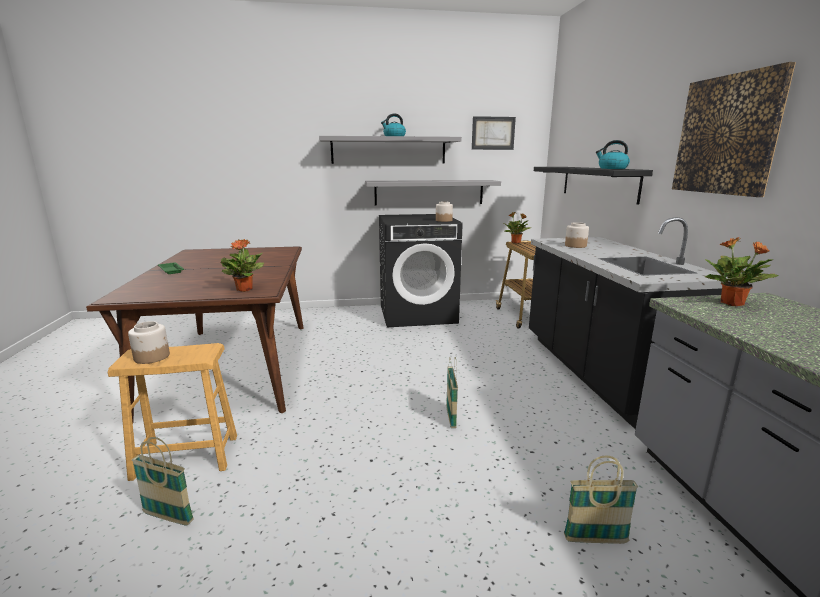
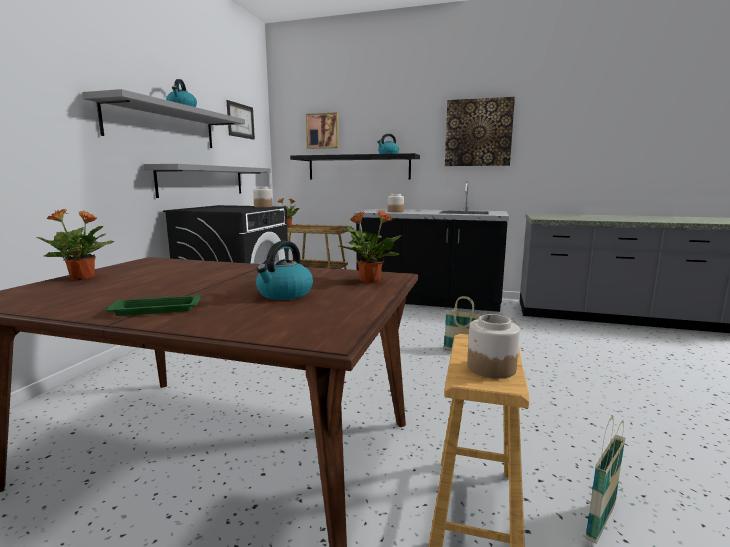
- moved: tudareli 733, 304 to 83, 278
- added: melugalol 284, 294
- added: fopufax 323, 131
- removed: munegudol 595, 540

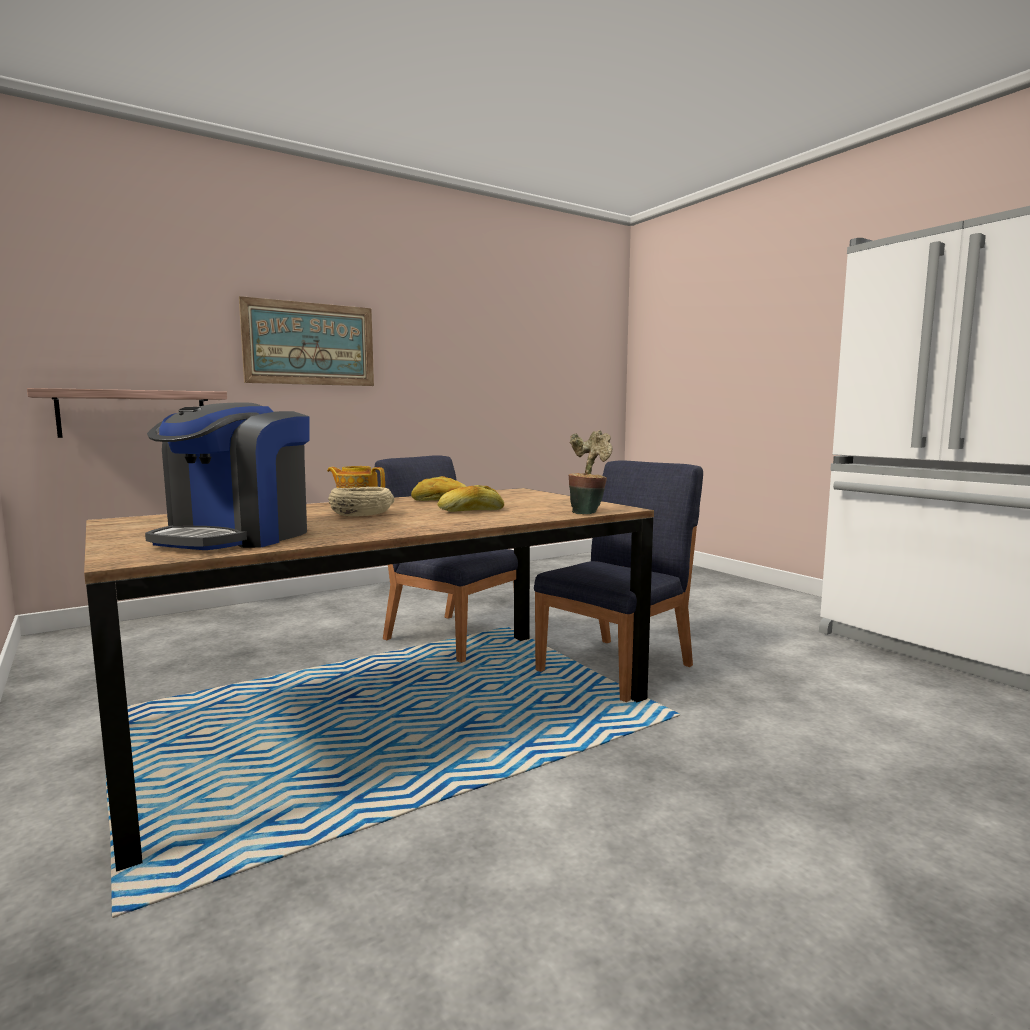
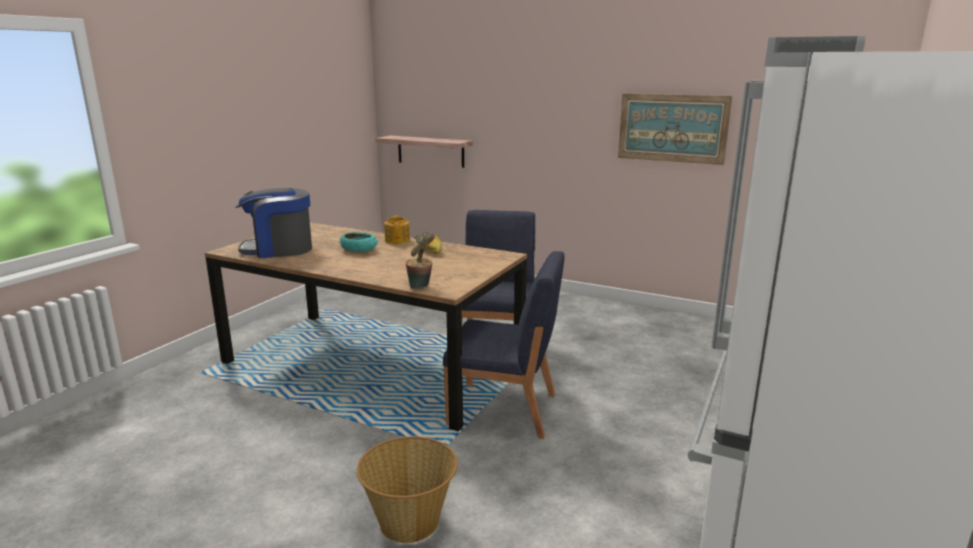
- recoloured: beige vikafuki 361, 514 to turquoise vikafuki 359, 249
- added: munegudol 410, 522
- moved: fopufax 310, 344 to 672, 128
- removed: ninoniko 471, 511

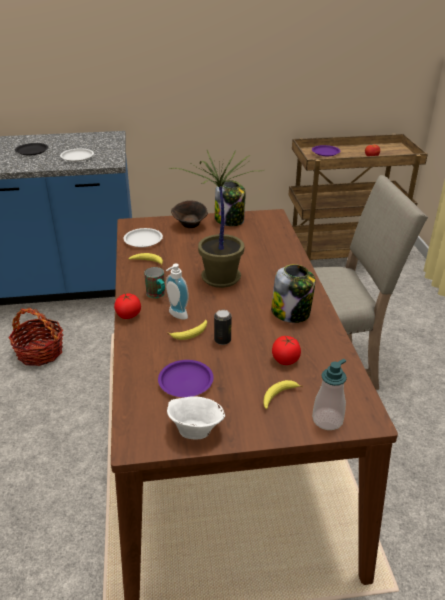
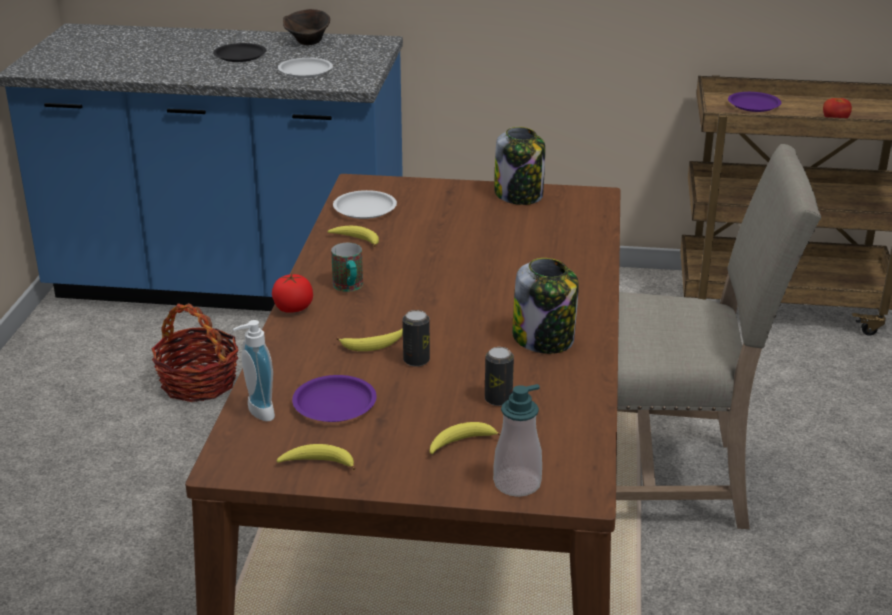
- moved: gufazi 176, 315 to 256, 413
- replaced: white vikafuki 195, 430 to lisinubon 318, 463
- moved: brown vikafuki 190, 225 to 308, 43
- replaced: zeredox 285, 359 to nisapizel 498, 399
- removed: tudareli 219, 278

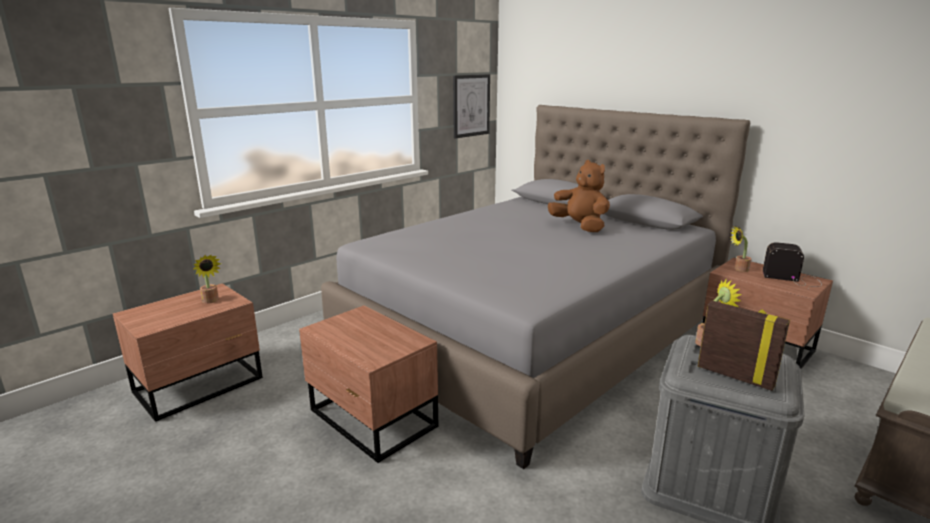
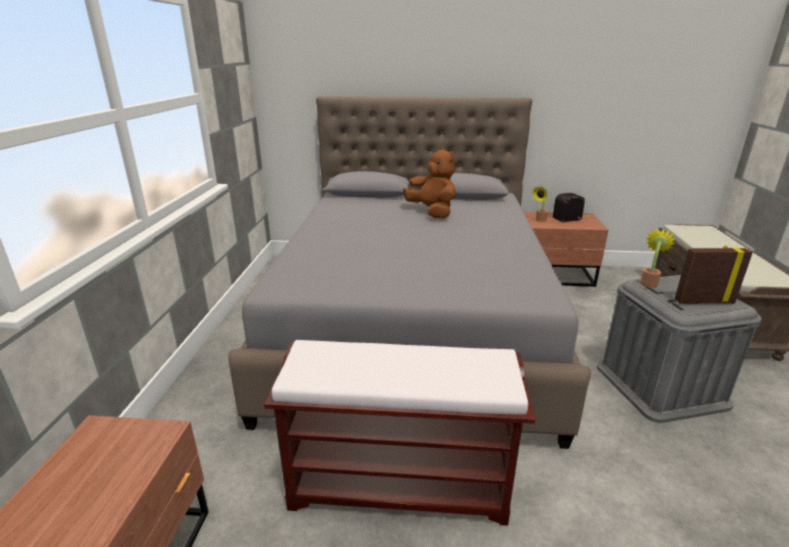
- replaced: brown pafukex 372, 420 to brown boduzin 401, 483
- turned: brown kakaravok 580, 227 = 432, 212 45 degrees clockwise
- removed: tudareli 211, 301
- removed: fopufax 471, 105

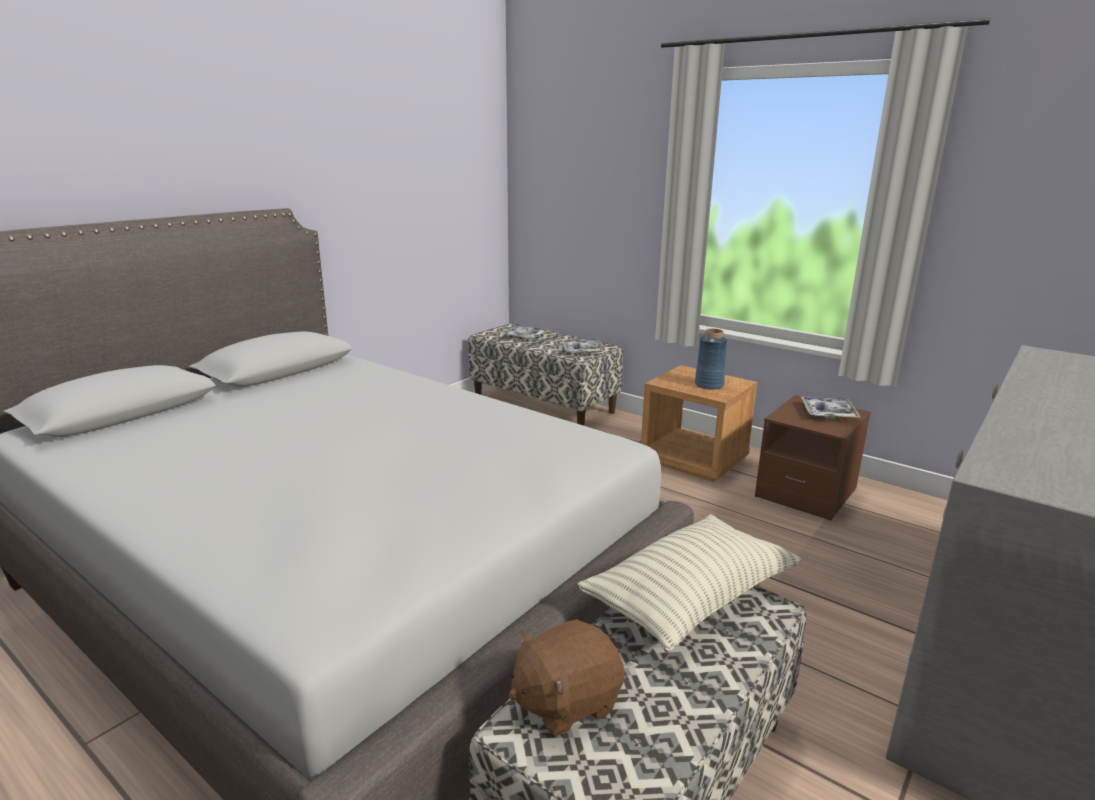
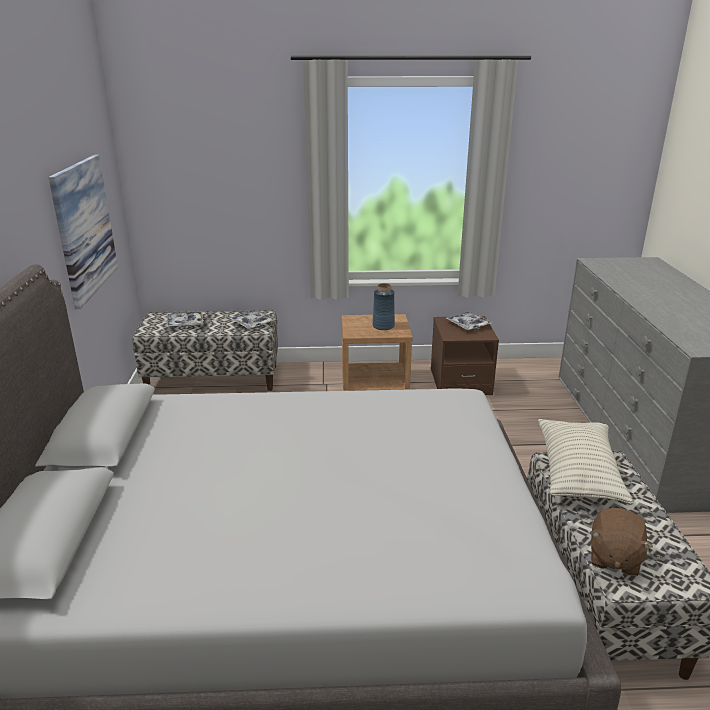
- added: fopufax 84, 228

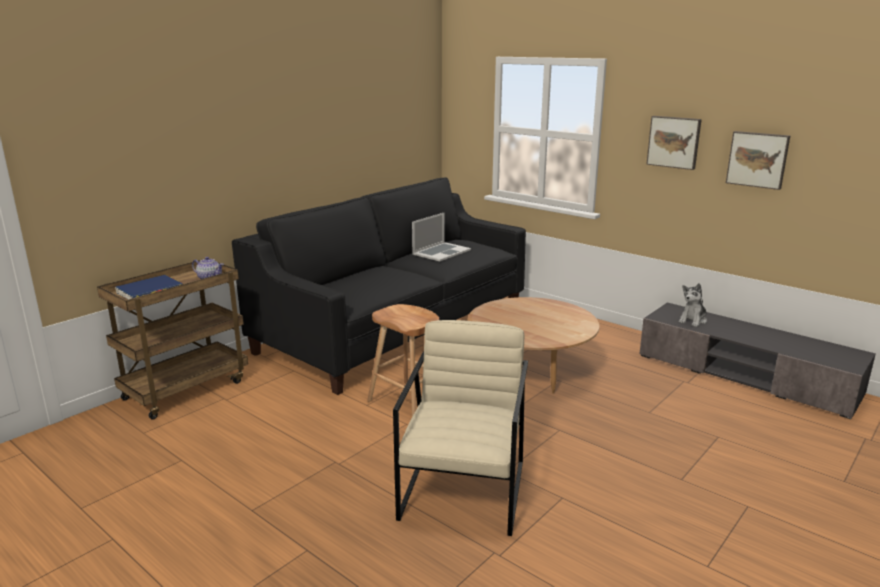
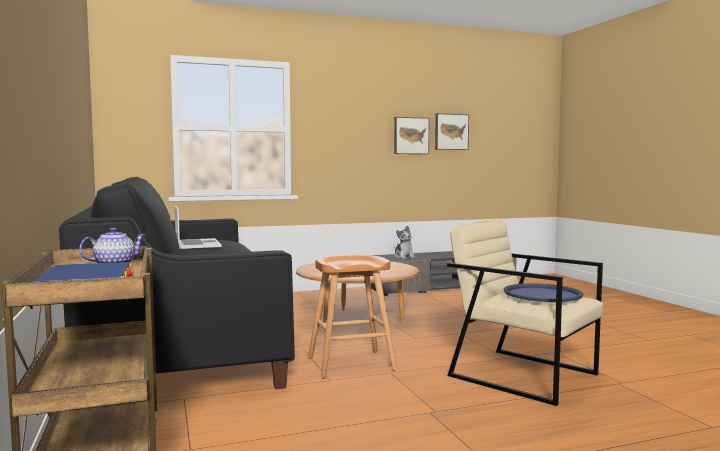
- moved: fopufax 674, 142 to 451, 132
- added: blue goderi 542, 294

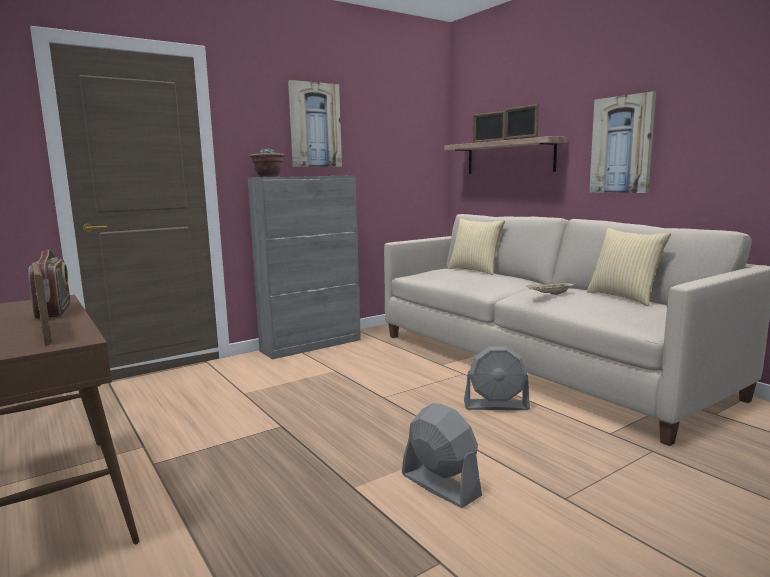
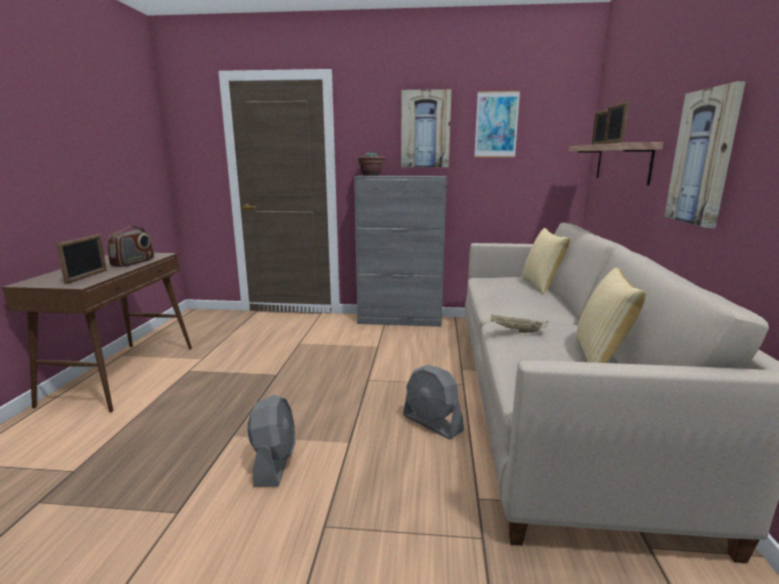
- added: fopufax 496, 124

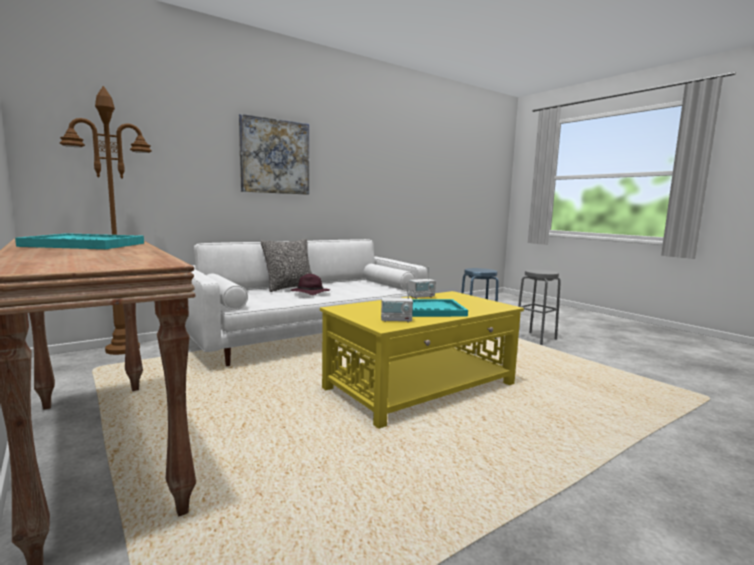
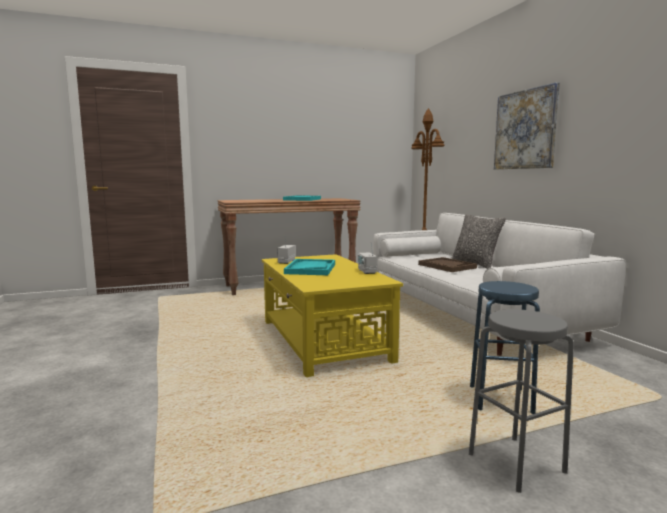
- replaced: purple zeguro 309, 293 to brown goderi 446, 266

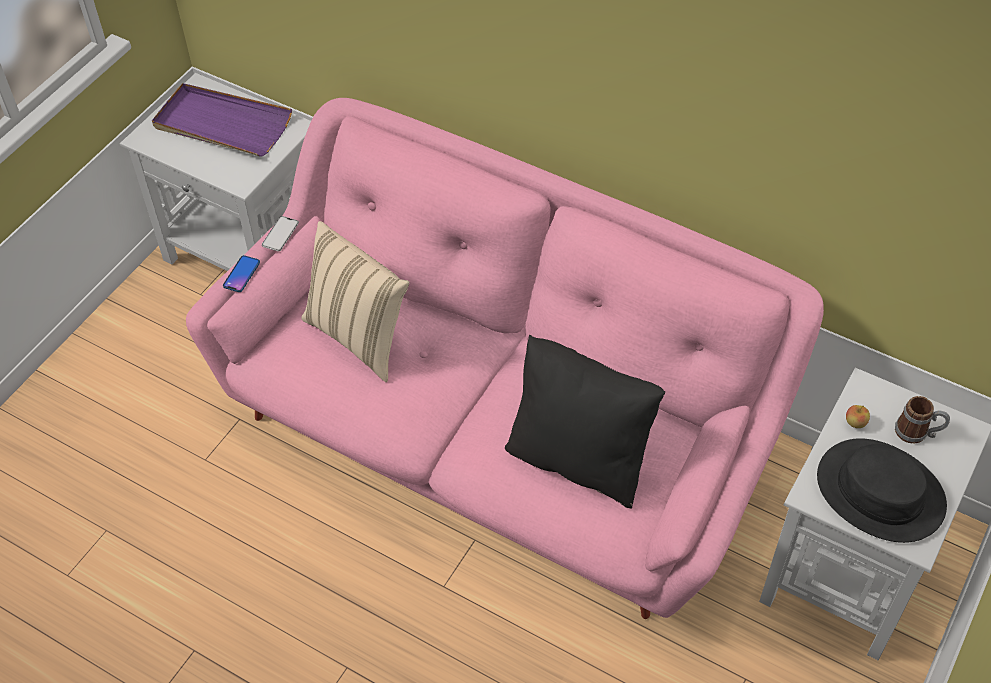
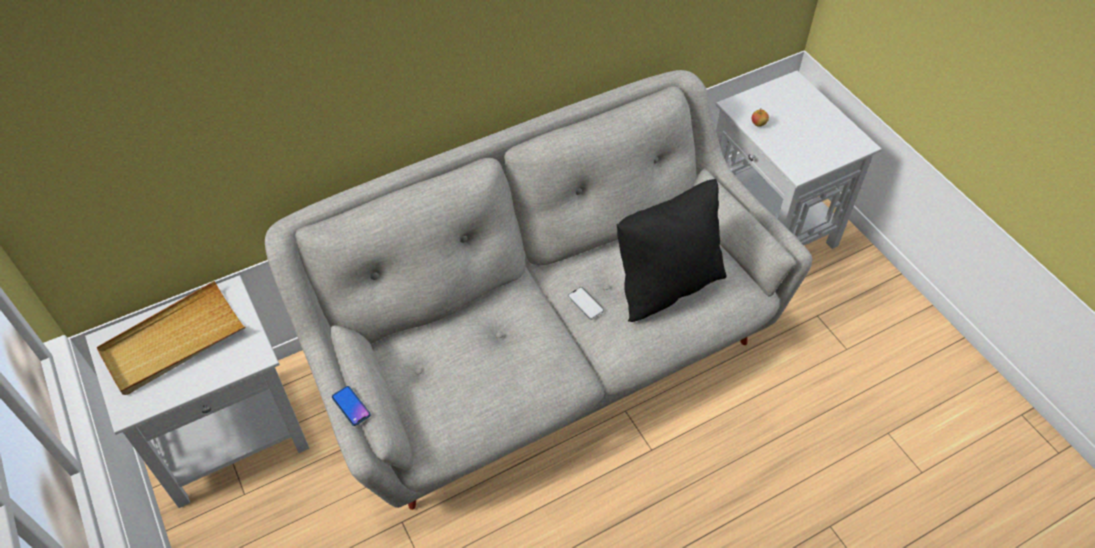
- recoloured: purple goderi 222, 124 to beige goderi 173, 342
- recoloured: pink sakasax 498, 436 to grey sakasax 547, 353
- moved: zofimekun 280, 234 to 585, 303
- removed: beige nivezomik 359, 336
- removed: black zeguro 880, 491
- removed: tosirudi 917, 433

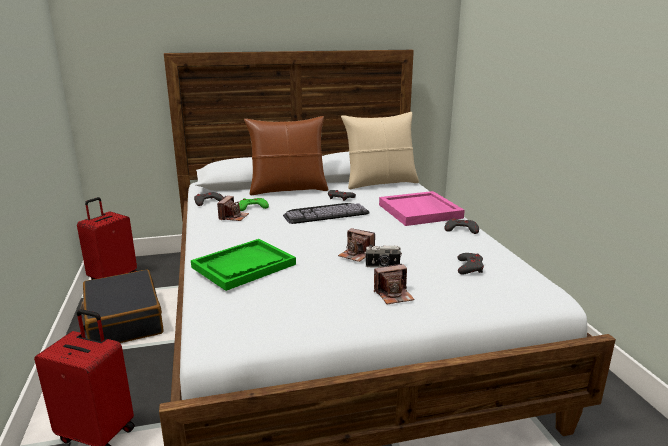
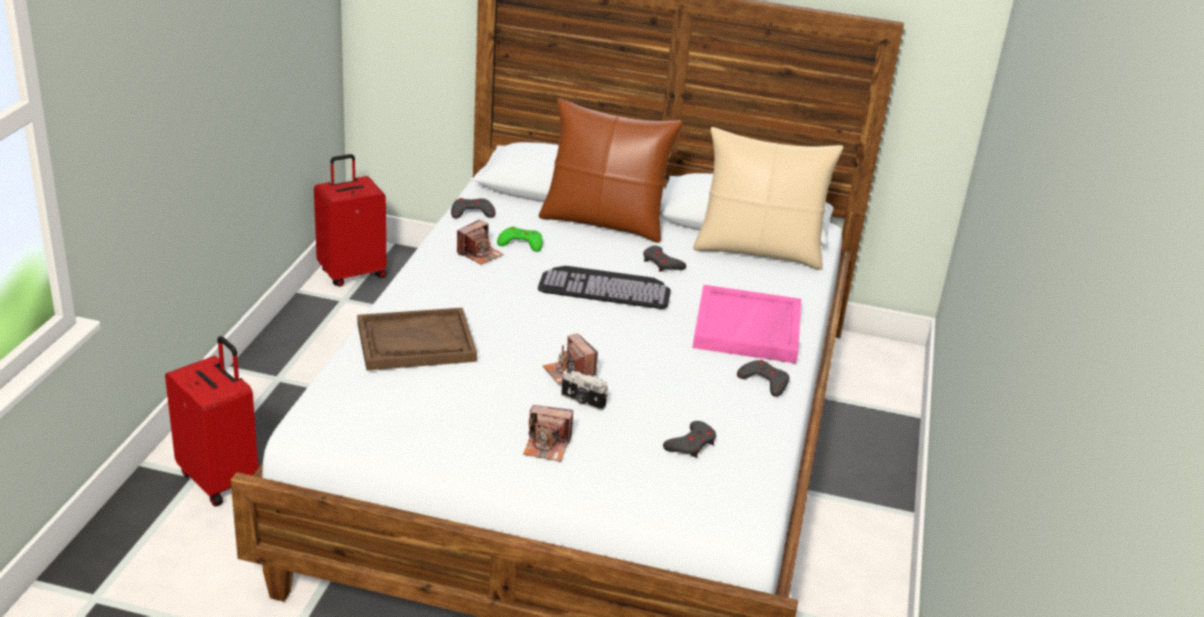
- recoloured: green goderi 244, 266 to brown goderi 415, 342
- removed: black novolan 123, 320

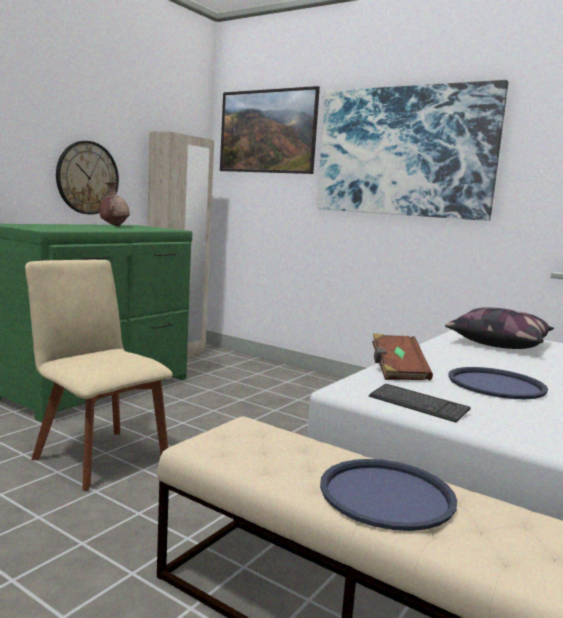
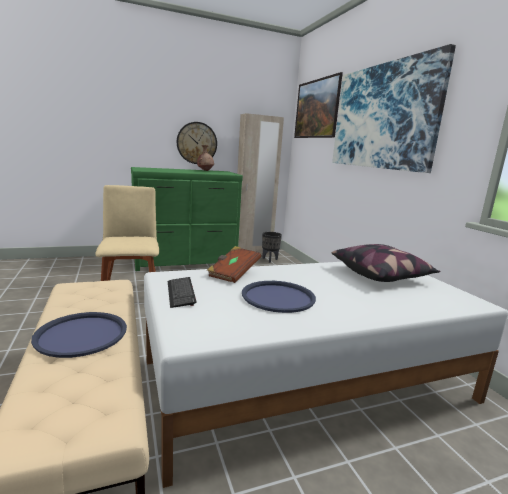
- added: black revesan 269, 260

